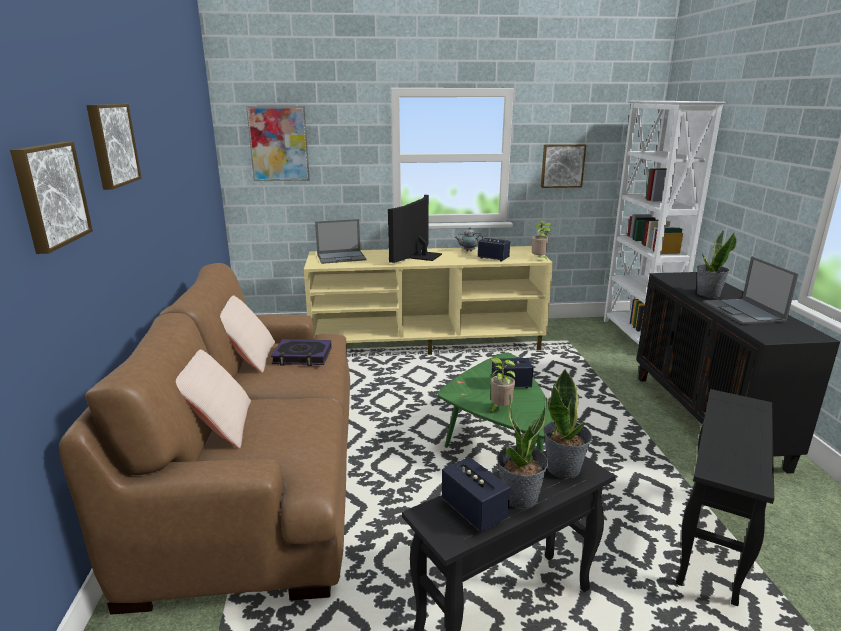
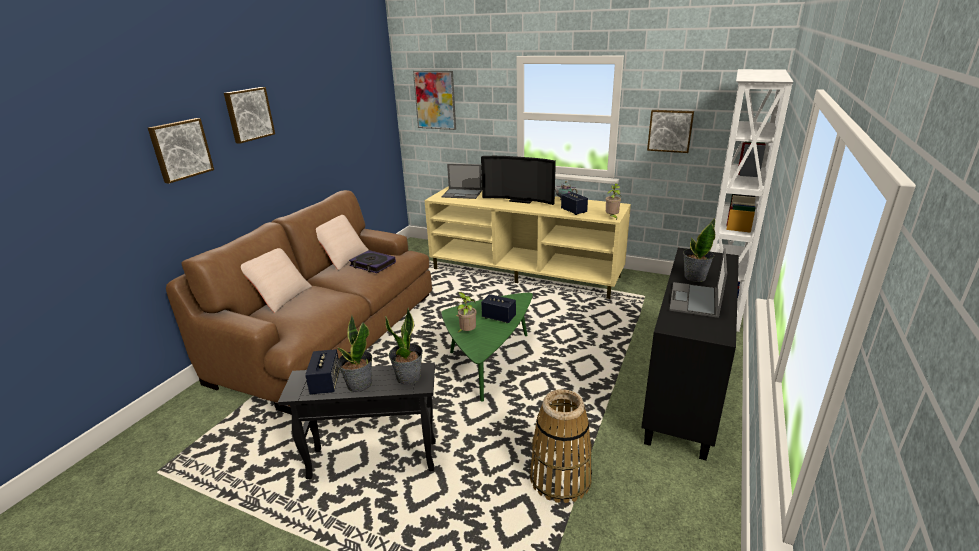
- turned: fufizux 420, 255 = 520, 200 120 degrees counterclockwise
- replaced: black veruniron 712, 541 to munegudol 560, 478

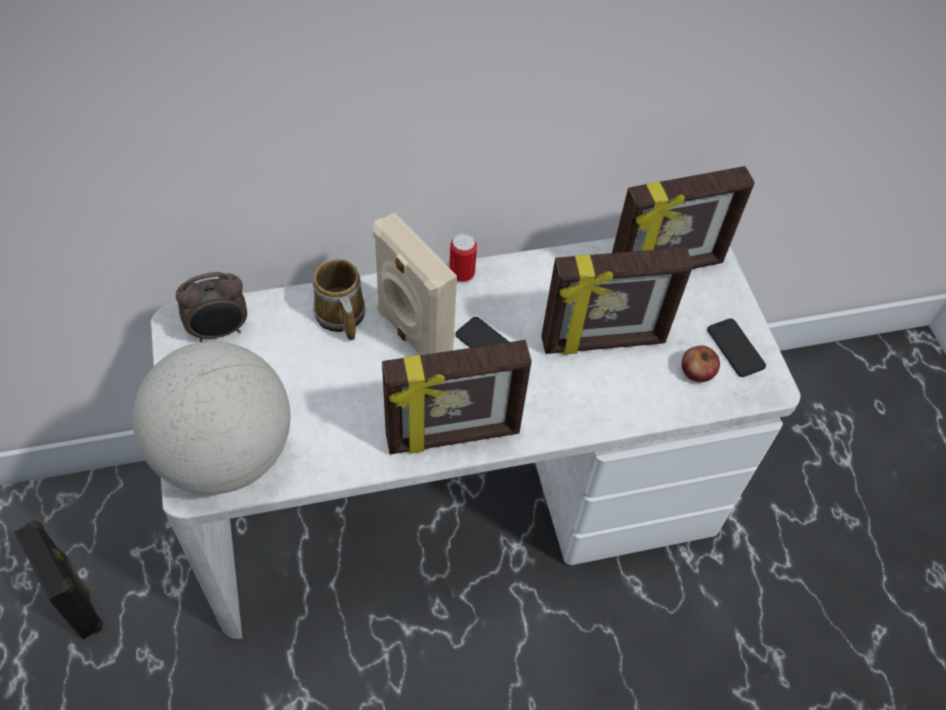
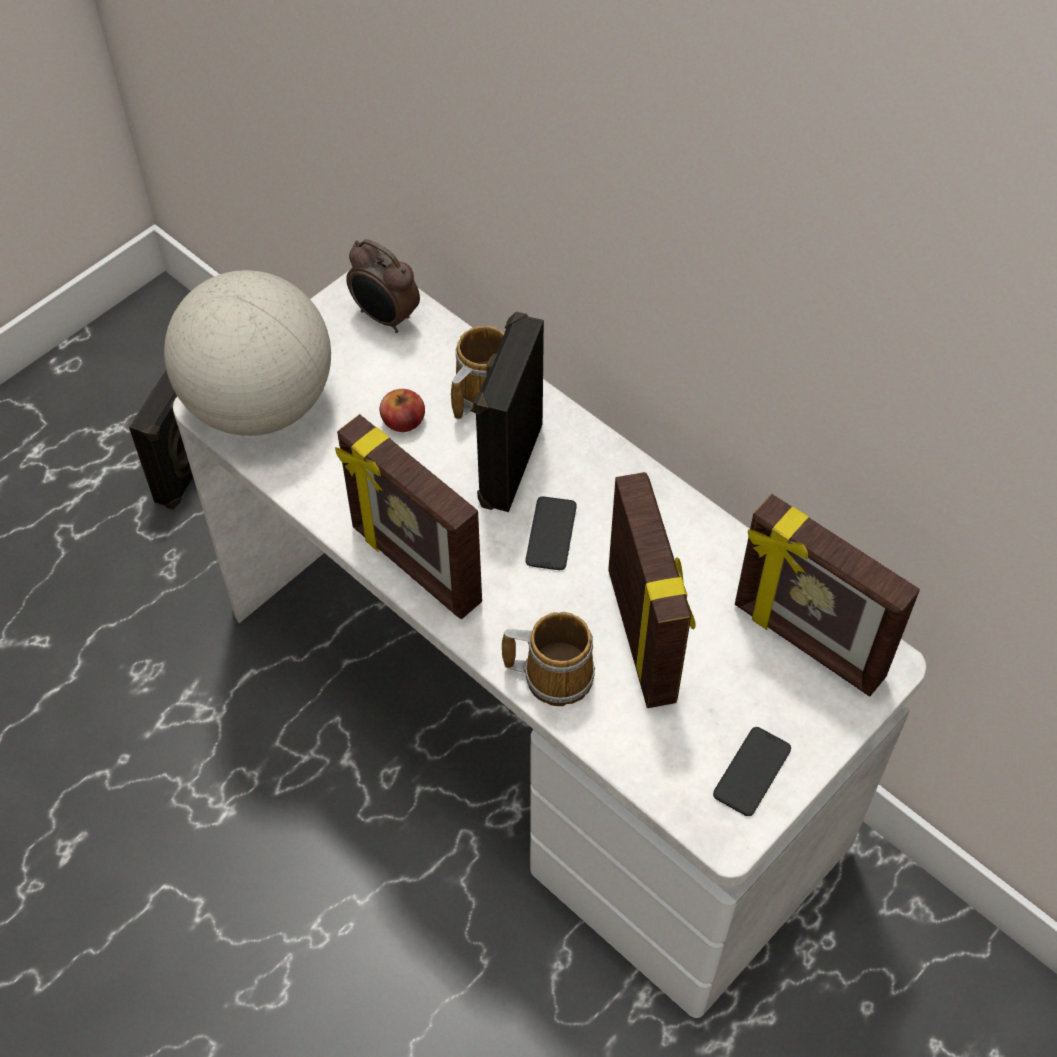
- moved: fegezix 697, 371 to 403, 420
- recoloured: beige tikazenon 412, 335 to black tikazenon 508, 463
- added: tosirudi 554, 673
- turned: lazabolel 603, 342 = 644, 635 150 degrees counterclockwise
- removed: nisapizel 461, 274

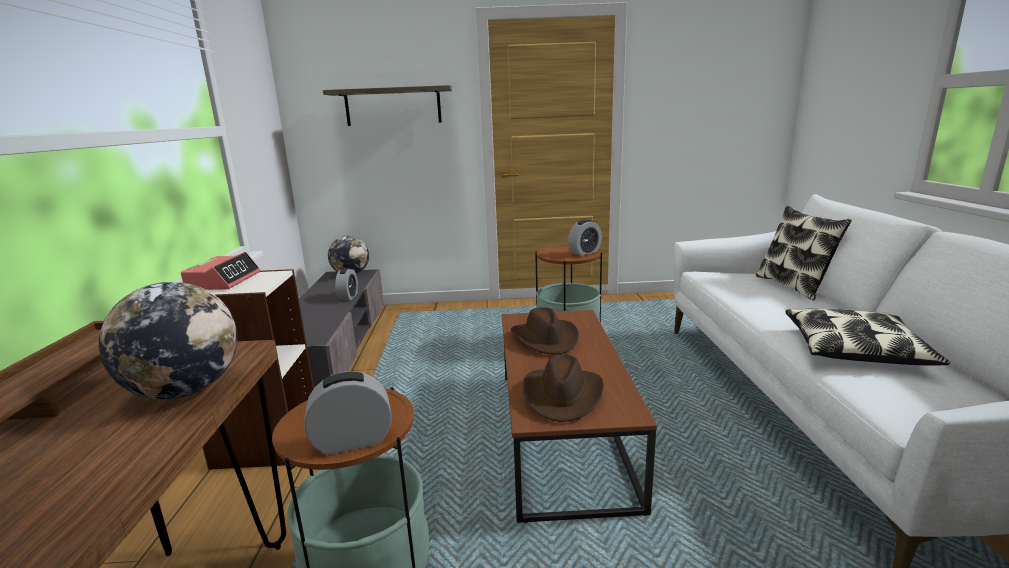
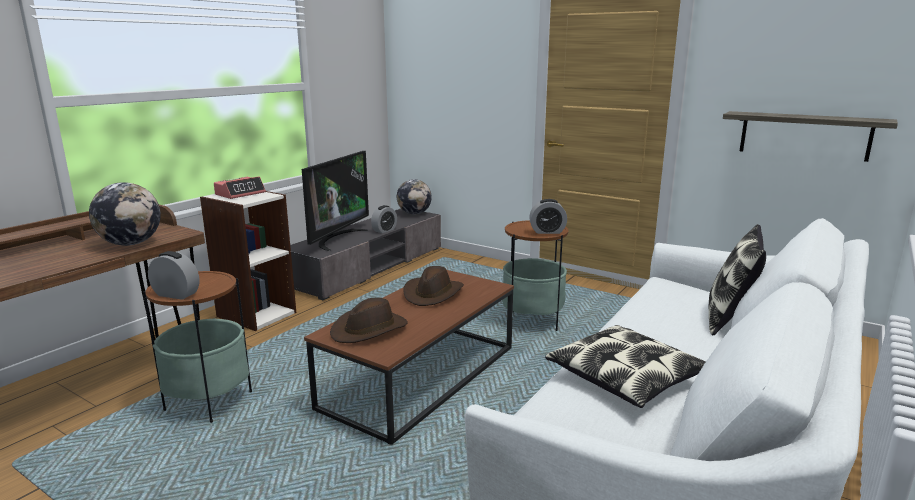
- added: fufizux 337, 239
- moved: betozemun 393, 106 to 804, 135

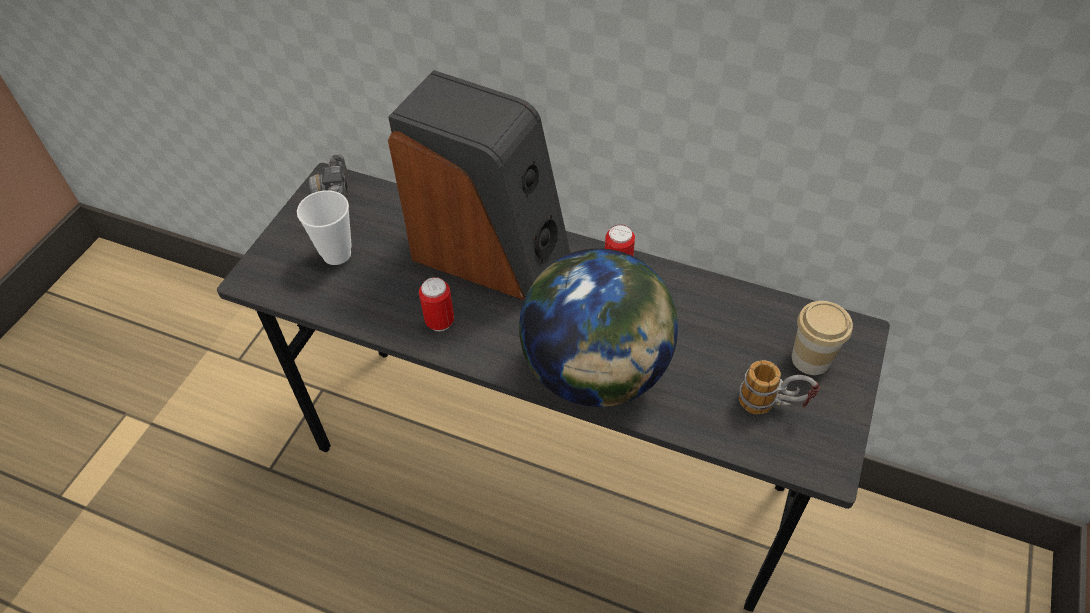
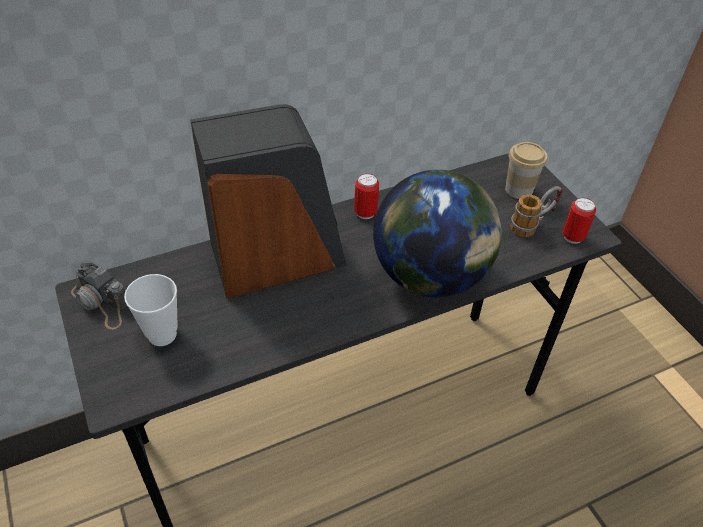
- moved: nisapizel 440, 322 to 573, 237

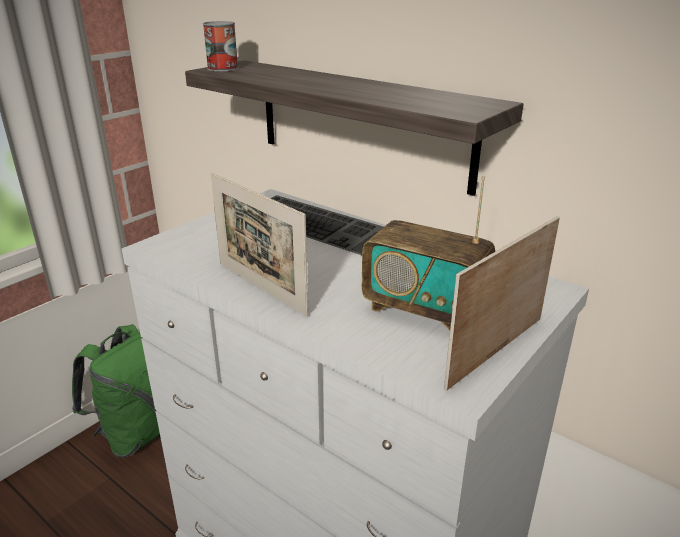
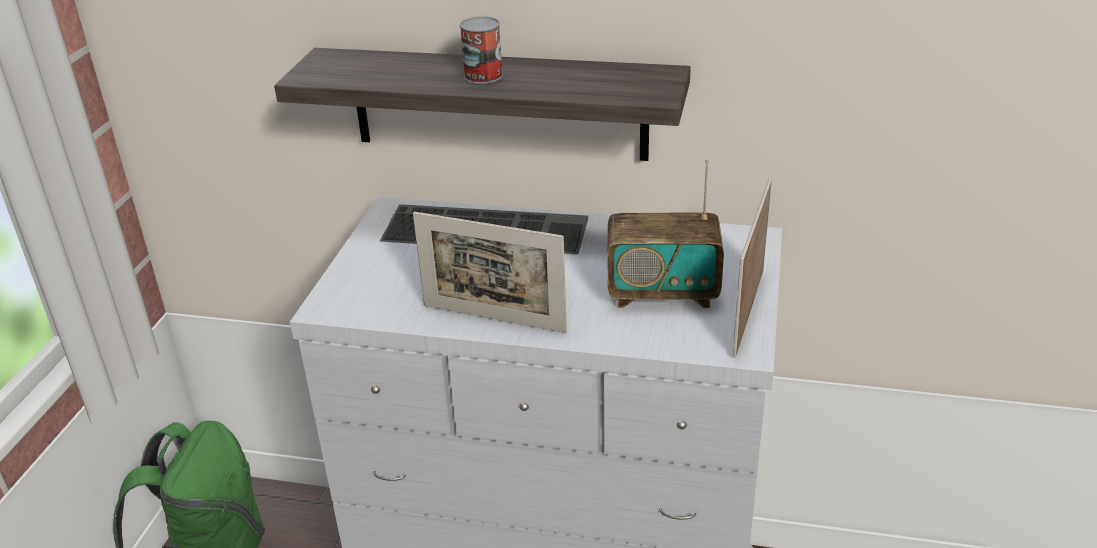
- moved: nisapizel 222, 68 to 483, 75

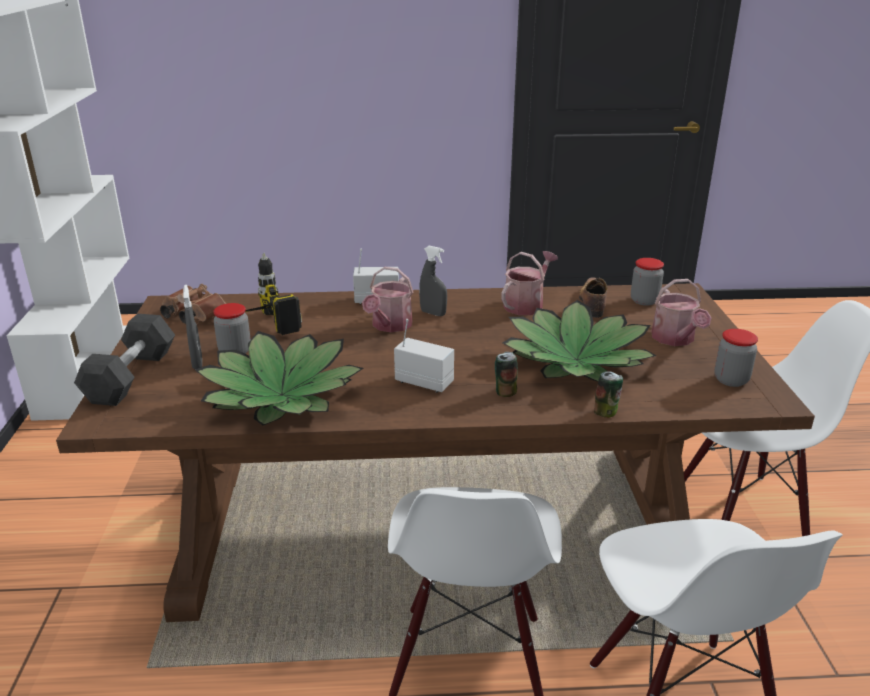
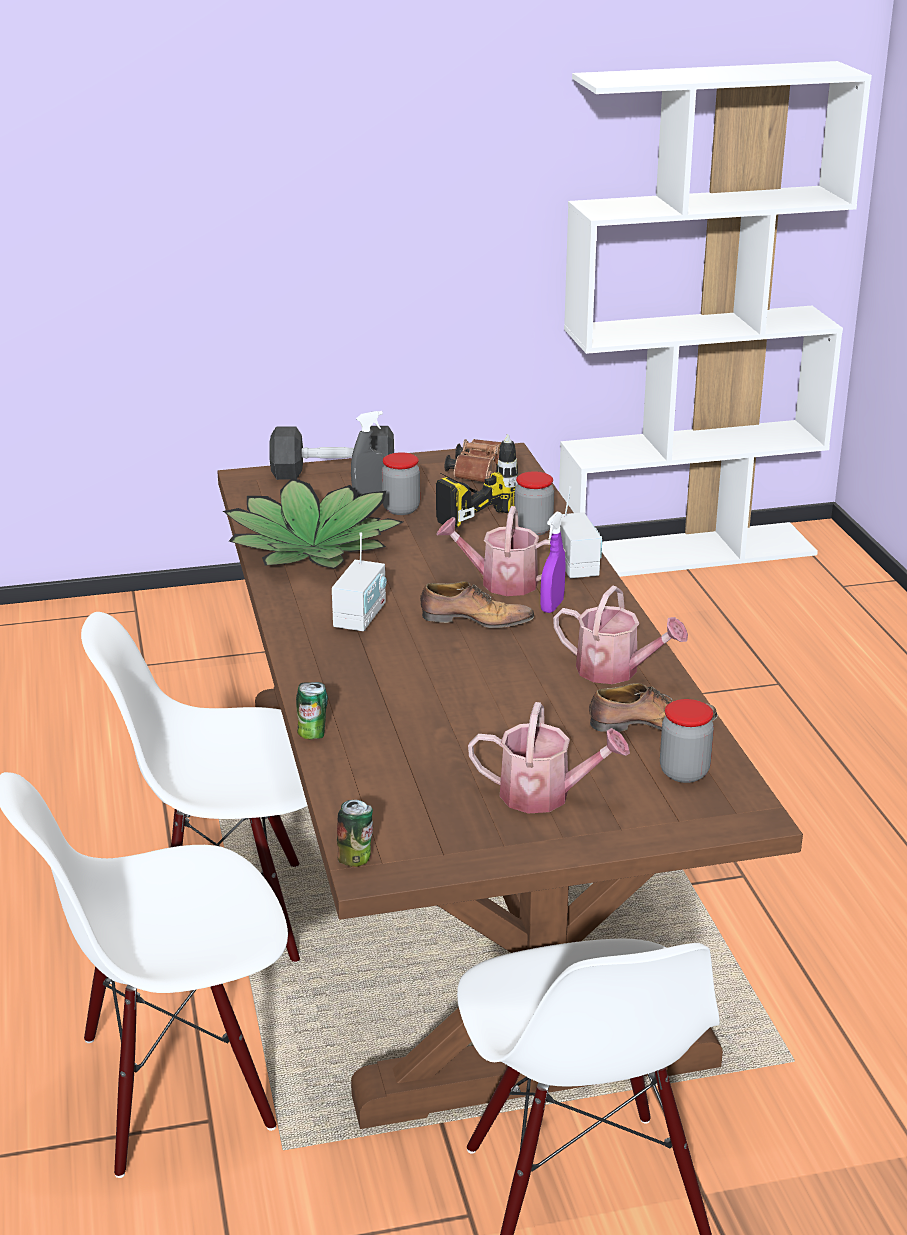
- moved: nisapizel 505, 392 to 356, 859
- added: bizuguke 474, 620
- turned: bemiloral 675, 339 = 545, 795 150 degrees counterclockwise
- moved: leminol 731, 380 to 533, 529
- recoloured: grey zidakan 433, 313 to purple zidakan 552, 606
- removed: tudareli 577, 360

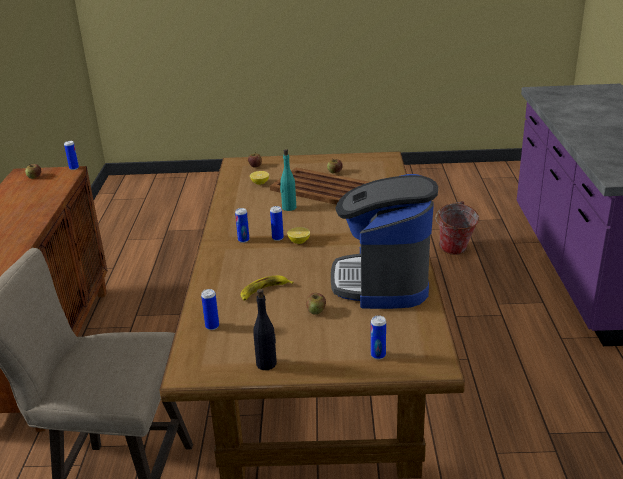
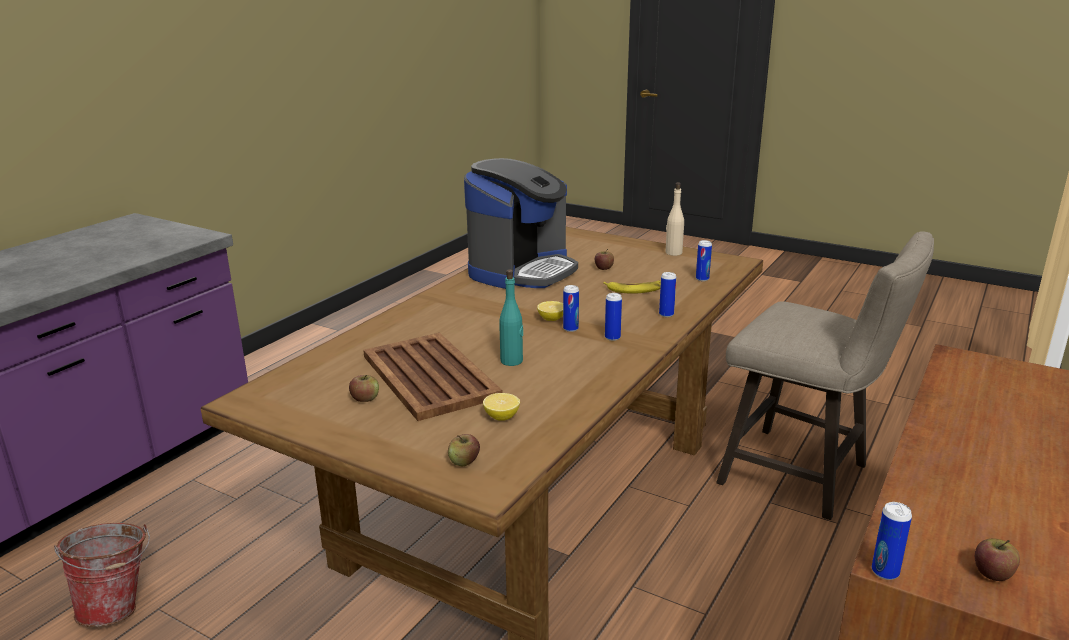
- moved: nisapizel 378, 355 to 666, 314
- recoloured: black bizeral 266, 364 to beige bizeral 673, 253

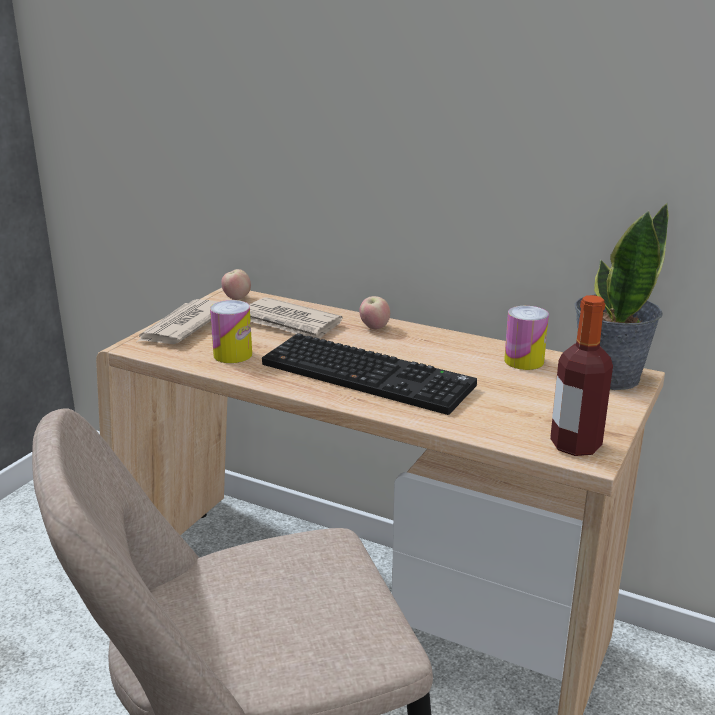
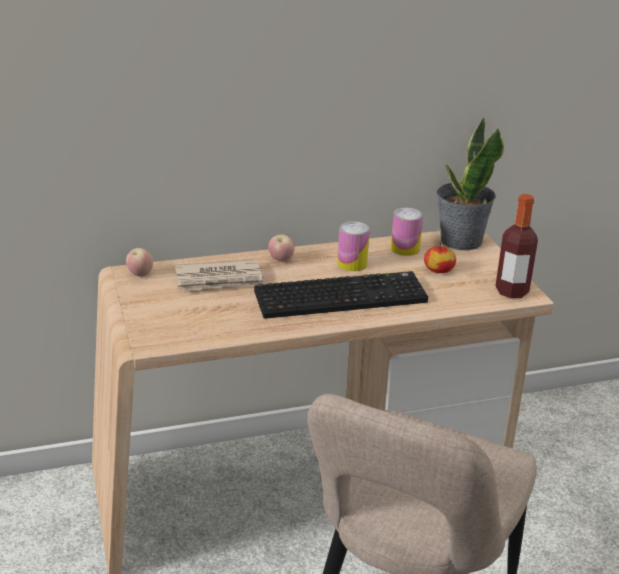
- moved: nisapizel 232, 355 to 352, 263
- added: fegezix 438, 270
- removed: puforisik 183, 326

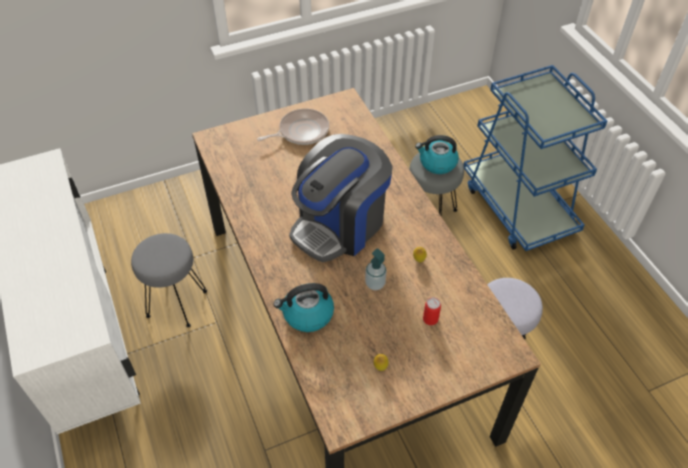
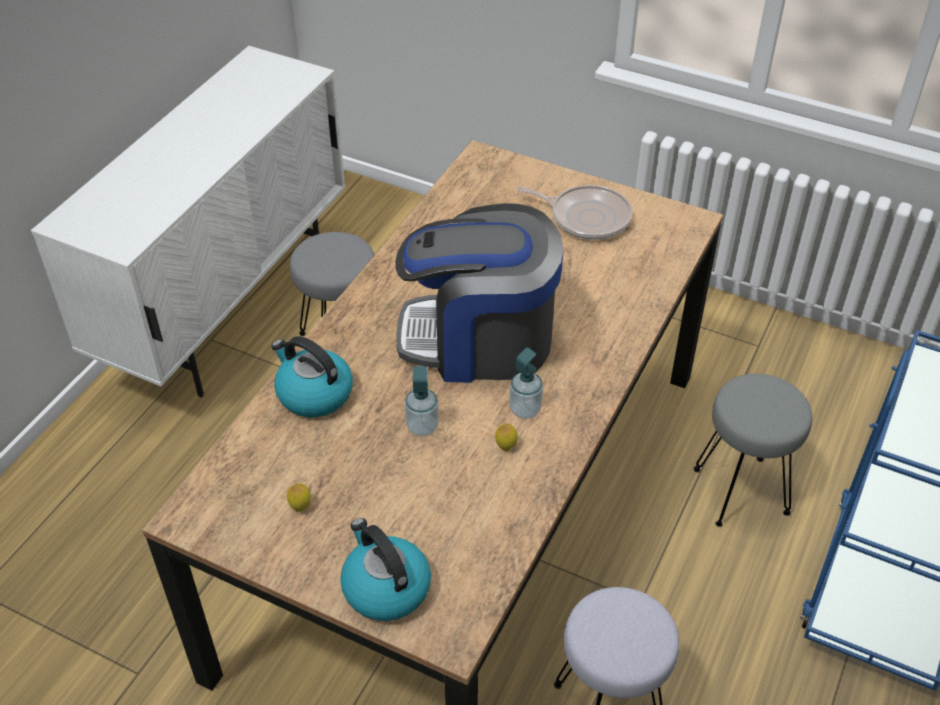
- moved: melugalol 437, 163 to 385, 588
- added: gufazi 525, 409
- removed: nisapizel 430, 319

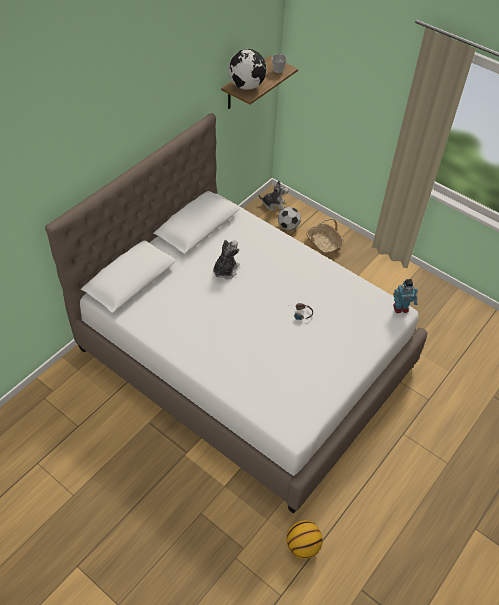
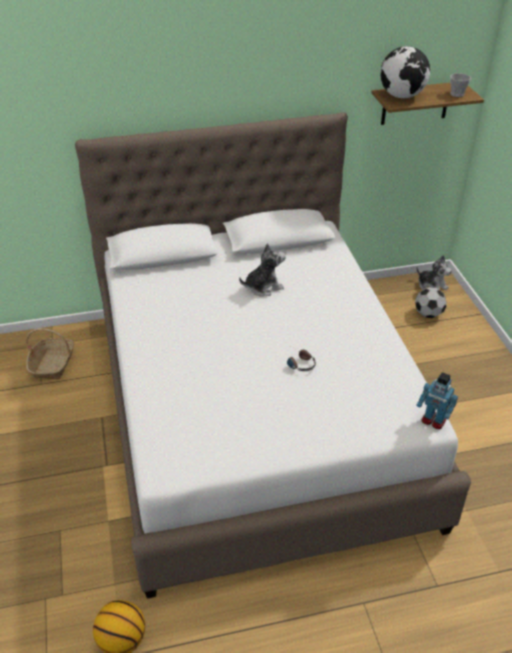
- moved: munegudol 323, 243 to 53, 364

